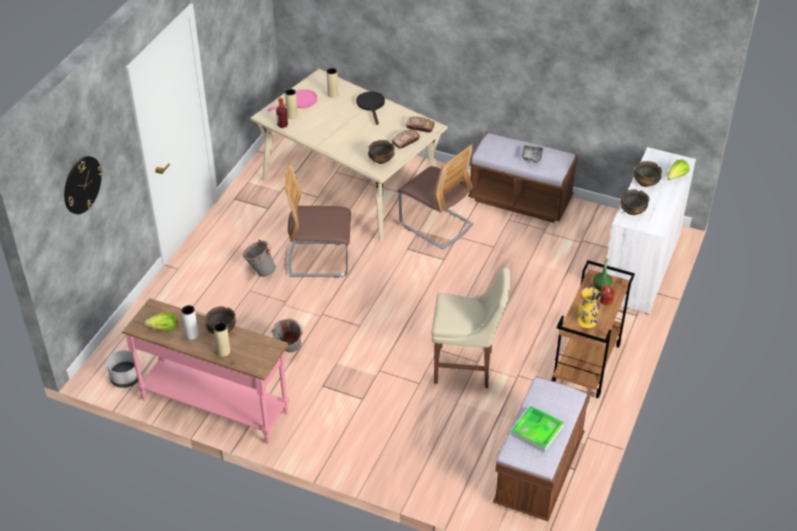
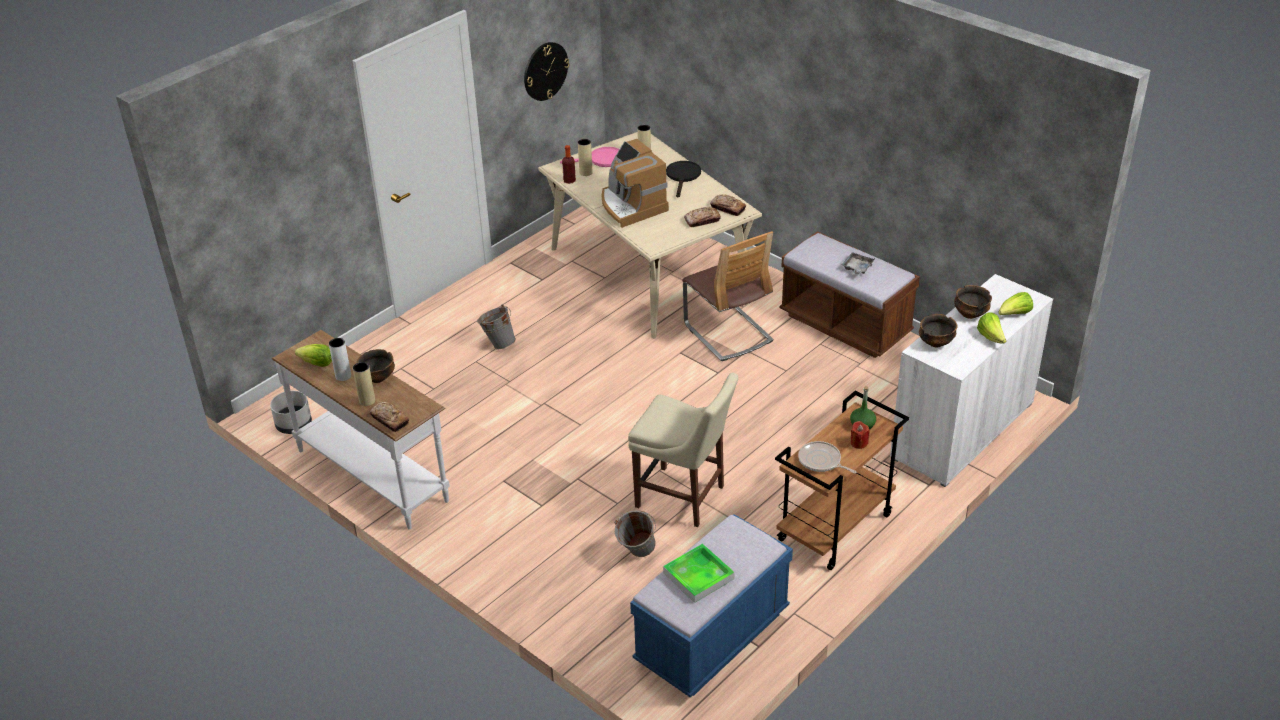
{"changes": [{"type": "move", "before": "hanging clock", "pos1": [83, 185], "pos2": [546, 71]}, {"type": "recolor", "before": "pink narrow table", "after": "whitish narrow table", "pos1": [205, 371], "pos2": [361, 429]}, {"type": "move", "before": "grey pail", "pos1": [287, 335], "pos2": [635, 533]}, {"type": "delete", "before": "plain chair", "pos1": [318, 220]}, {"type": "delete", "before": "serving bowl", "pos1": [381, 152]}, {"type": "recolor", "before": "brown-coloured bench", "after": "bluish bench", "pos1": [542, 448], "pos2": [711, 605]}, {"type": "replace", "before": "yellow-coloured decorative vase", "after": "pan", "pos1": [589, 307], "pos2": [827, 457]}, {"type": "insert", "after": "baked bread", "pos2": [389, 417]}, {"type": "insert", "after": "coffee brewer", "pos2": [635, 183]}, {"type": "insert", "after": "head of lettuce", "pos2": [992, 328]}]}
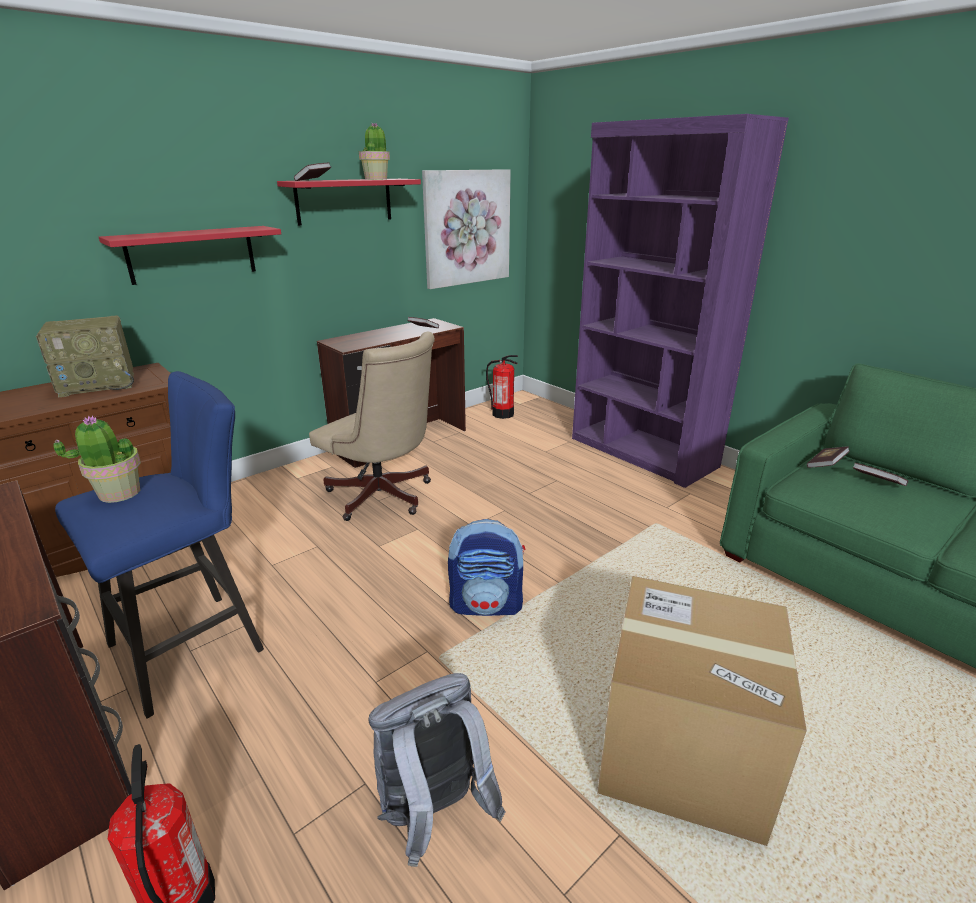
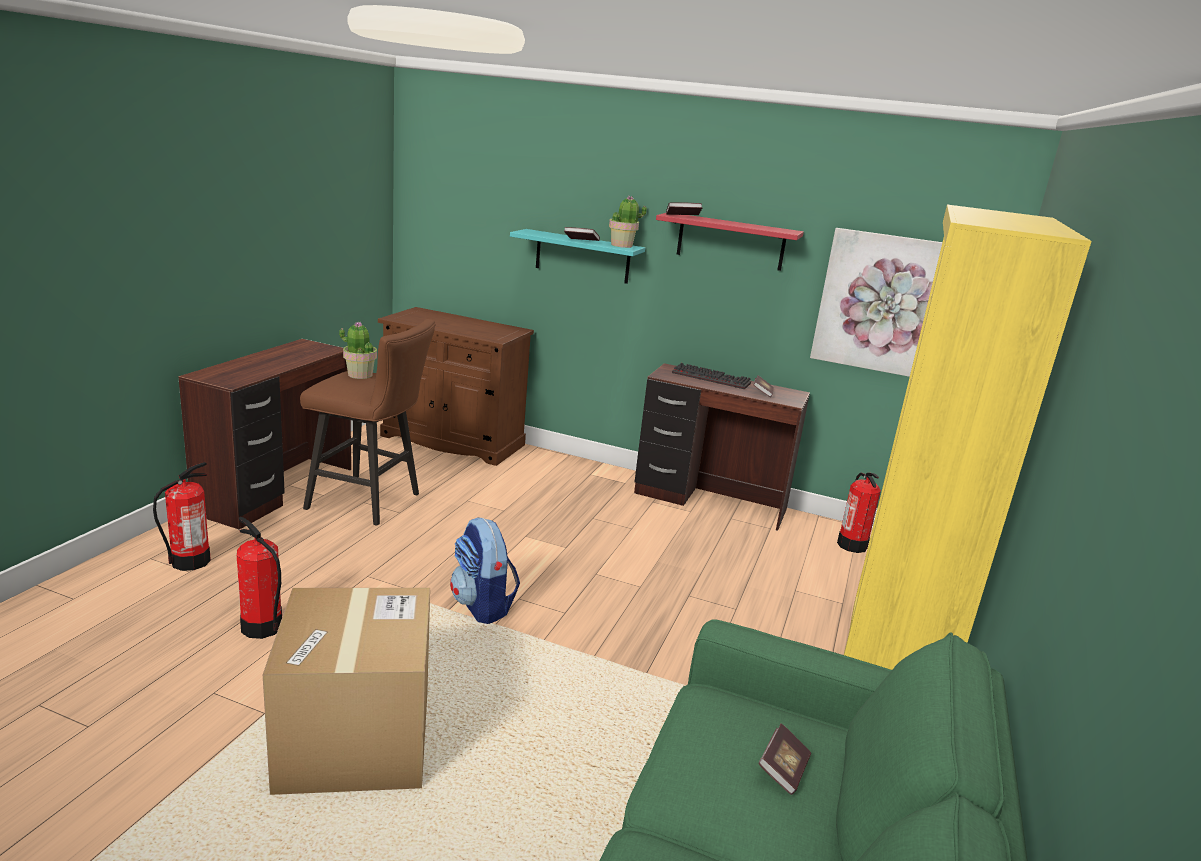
{"changes": [{"type": "delete", "before": "radio receiver", "pos1": [85, 356]}, {"type": "recolor", "before": "bluish sitting stool", "after": "brown-coloured sitting stool", "pos1": [159, 545], "pos2": [368, 422]}, {"type": "recolor", "before": "red bracket shelf", "after": "blue-green bracket shelf", "pos1": [190, 255], "pos2": [577, 256]}, {"type": "delete", "before": "beige office chair", "pos1": [372, 426]}, {"type": "move", "before": "houseplant", "pos1": [374, 151], "pos2": [628, 221]}, {"type": "replace", "before": "grey backpack", "after": "fire extinguisher", "pos1": [437, 770], "pos2": [259, 578]}, {"type": "recolor", "before": "purple-coloured bookshelf", "after": "yellow-coloured bookshelf", "pos1": [680, 301], "pos2": [968, 437]}, {"type": "move", "before": "bound book", "pos1": [828, 457], "pos2": [582, 234]}, {"type": "insert", "after": "computer keyboard", "pos2": [711, 376]}]}
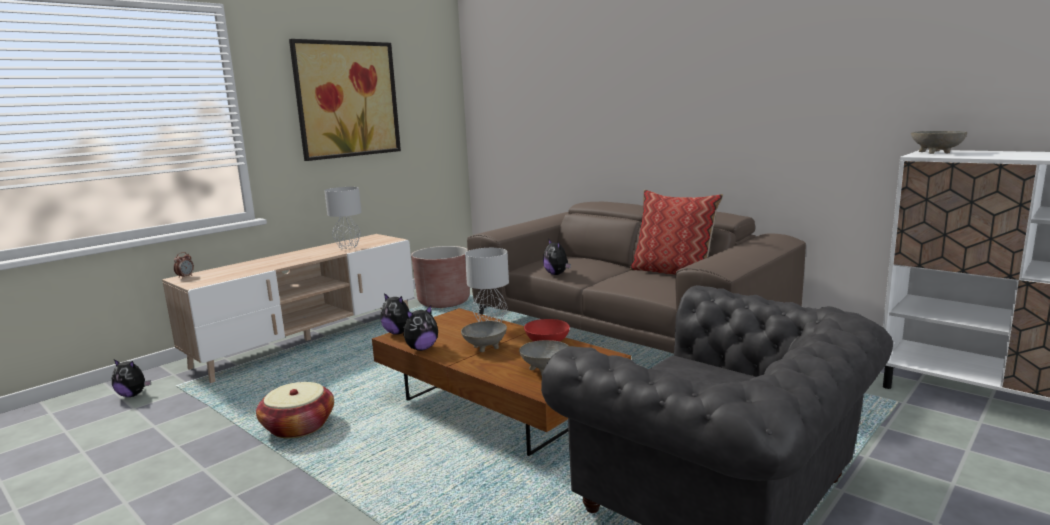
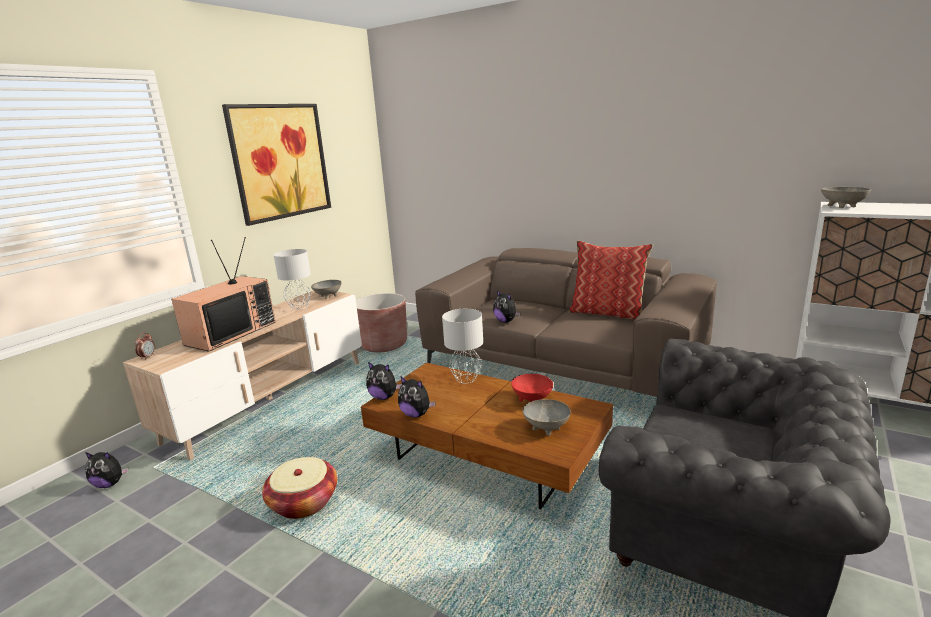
{"changes": [{"type": "rotate", "before": "plush toy", "pos1": [420, 328], "pos2": [417, 397], "turn": 75}, {"type": "move", "before": "grey serving bowl", "pos1": [484, 336], "pos2": [326, 289]}, {"type": "insert", "after": "TV", "pos2": [223, 294]}]}
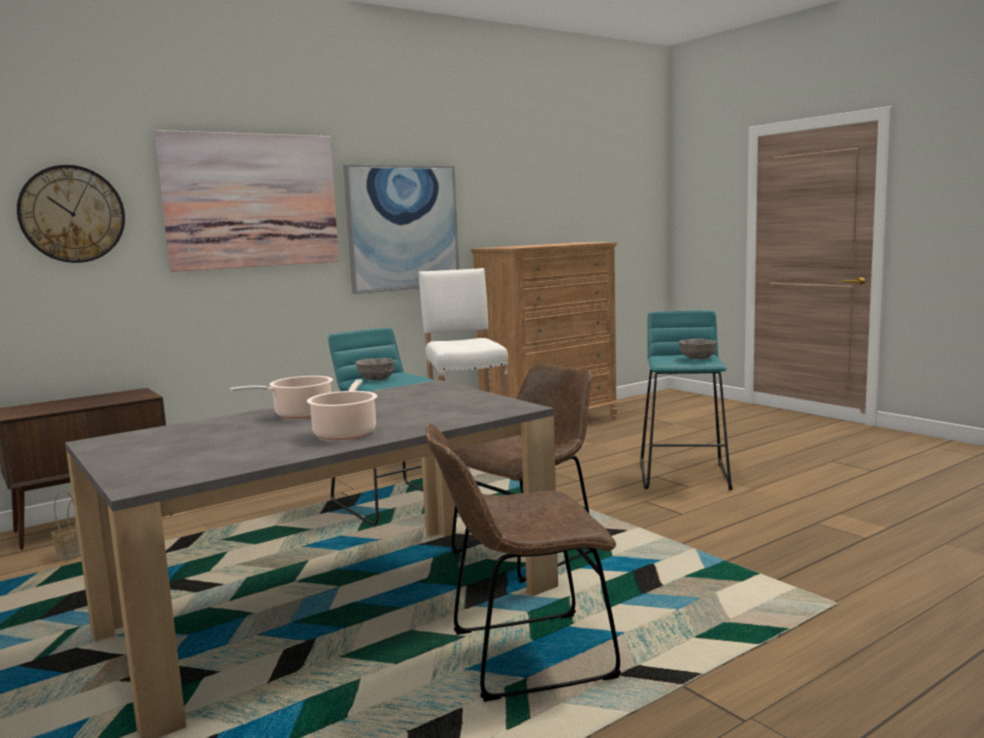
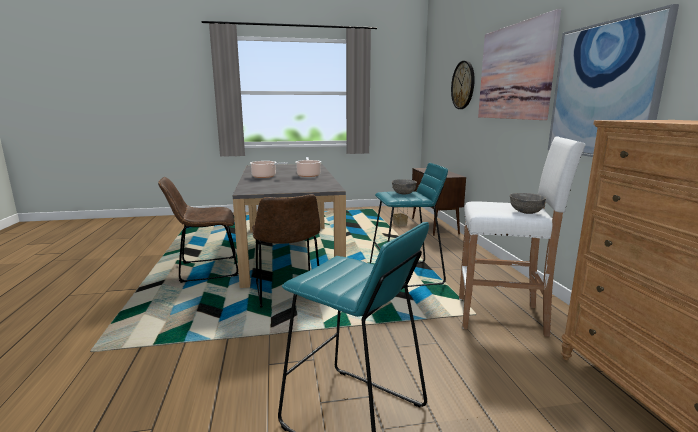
{"changes": [{"type": "rotate", "before": "brown-coloured plain chair", "pos1": [523, 563], "pos2": [198, 230], "turn": -120}, {"type": "move", "before": "grey serving bowl", "pos1": [698, 349], "pos2": [528, 203]}]}
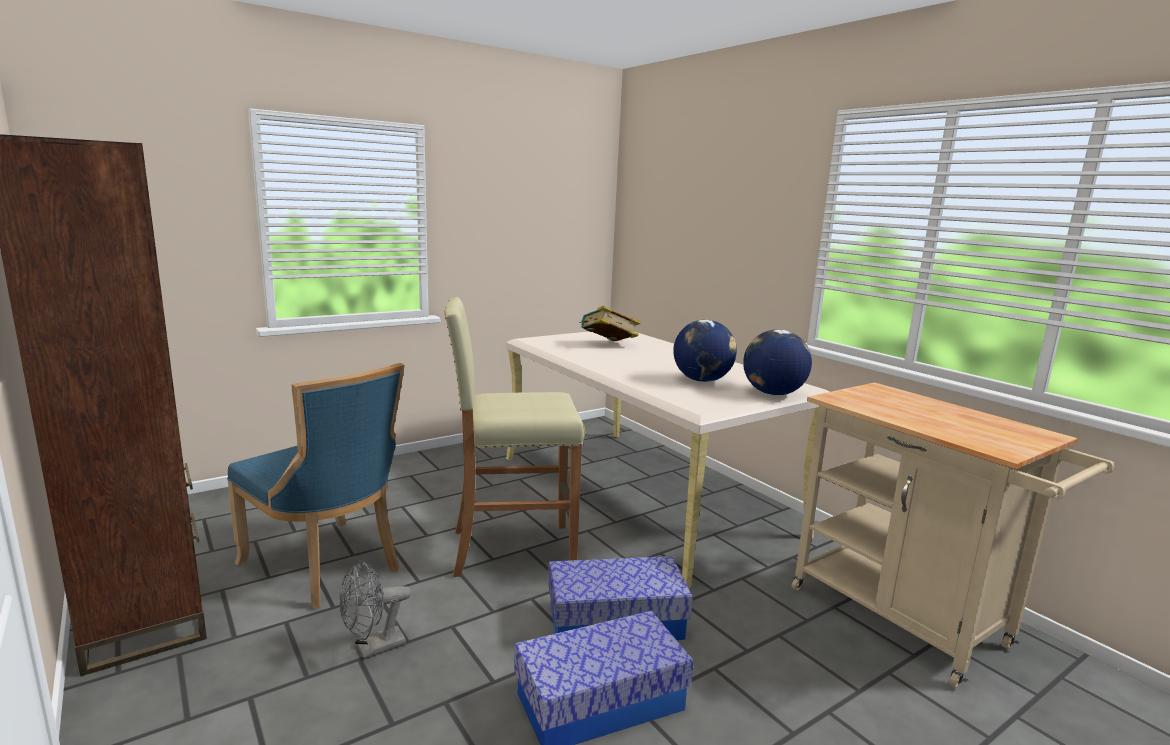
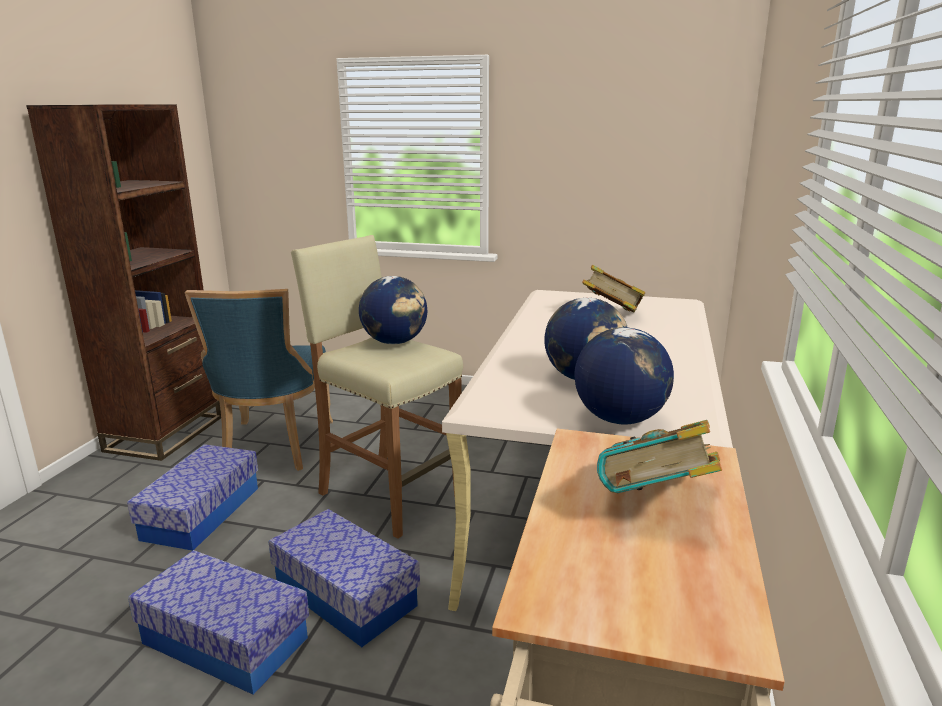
{"changes": [{"type": "replace", "before": "grey electric fan", "after": "storage box", "pos1": [375, 609], "pos2": [192, 497]}, {"type": "insert", "after": "world globe", "pos2": [393, 310]}, {"type": "insert", "after": "bound book", "pos2": [659, 456]}]}
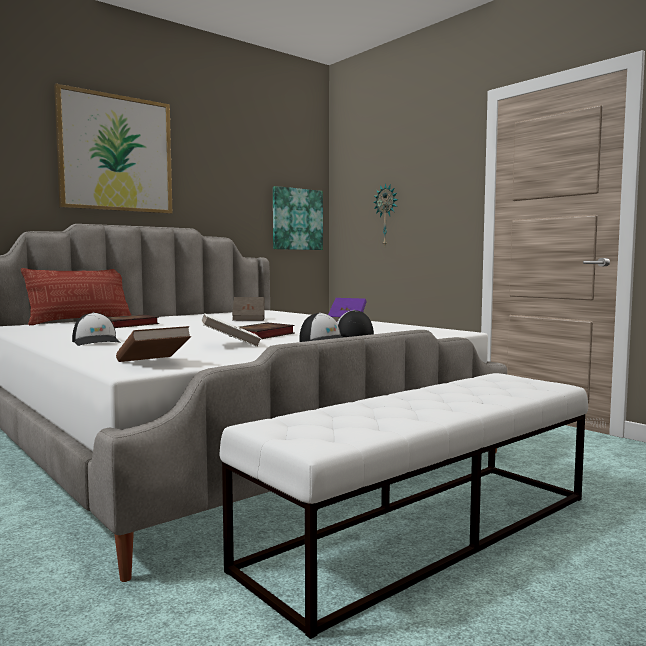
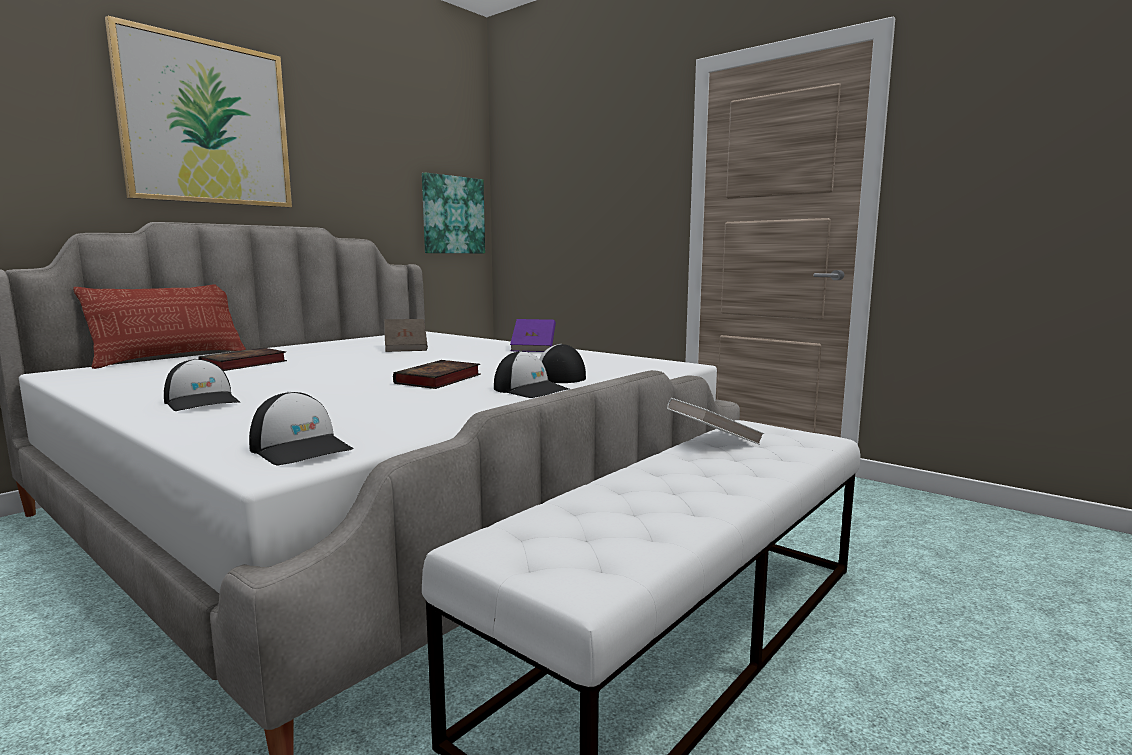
{"changes": [{"type": "replace", "before": "brown-coloured bound book", "after": "cap", "pos1": [153, 344], "pos2": [301, 429]}, {"type": "move", "before": "whitish bound book", "pos1": [231, 330], "pos2": [715, 421]}, {"type": "delete", "before": "hanging clock", "pos1": [385, 214]}]}
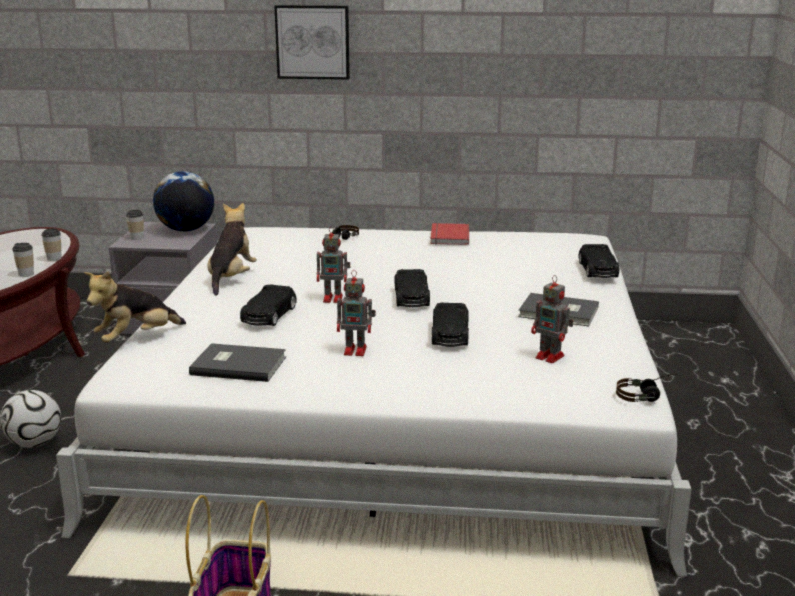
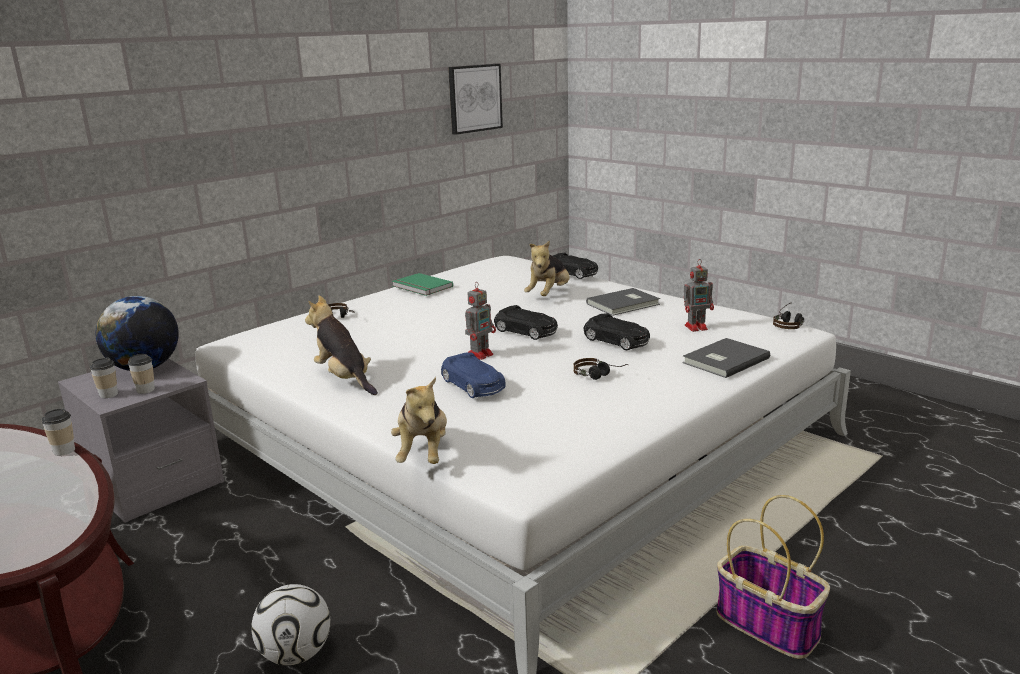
{"changes": [{"type": "move", "before": "drinking cup", "pos1": [23, 260], "pos2": [141, 374]}, {"type": "move", "before": "grey bound book", "pos1": [237, 362], "pos2": [726, 358]}, {"type": "recolor", "before": "black-coloured toy car", "after": "bluish toy car", "pos1": [268, 305], "pos2": [473, 375]}, {"type": "move", "before": "picture", "pos1": [312, 42], "pos2": [475, 99]}, {"type": "replace", "before": "model robot", "after": "headphones", "pos1": [356, 313], "pos2": [601, 369]}, {"type": "recolor", "before": "red bound book", "after": "green bound book", "pos1": [449, 234], "pos2": [422, 284]}, {"type": "insert", "after": "plush toy", "pos2": [547, 268]}]}
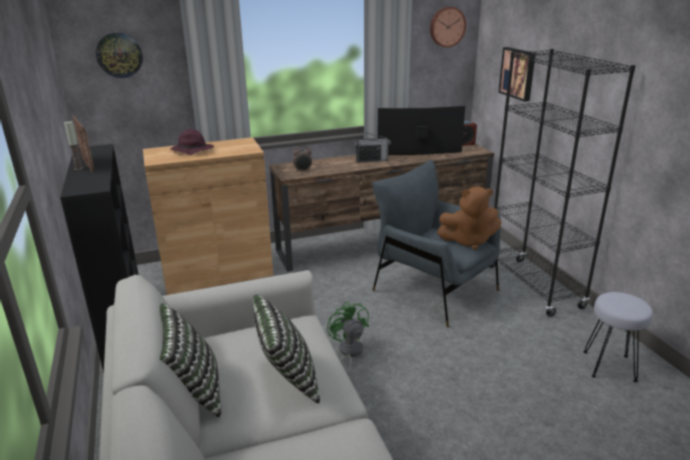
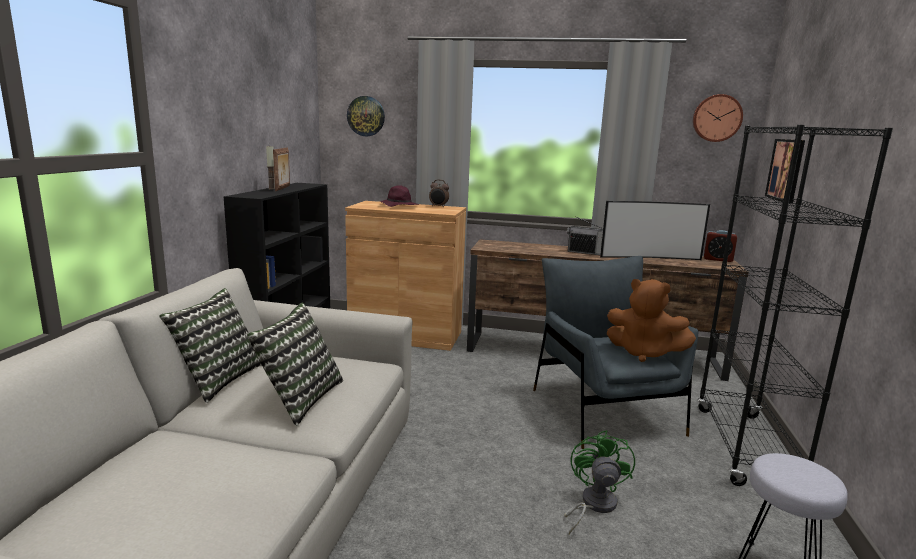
{"changes": [{"type": "move", "before": "bedside clock", "pos1": [302, 158], "pos2": [439, 194]}, {"type": "move", "before": "green electric fan", "pos1": [348, 337], "pos2": [599, 482]}, {"type": "rotate", "before": "TV", "pos1": [421, 130], "pos2": [655, 230], "turn": 150}]}
